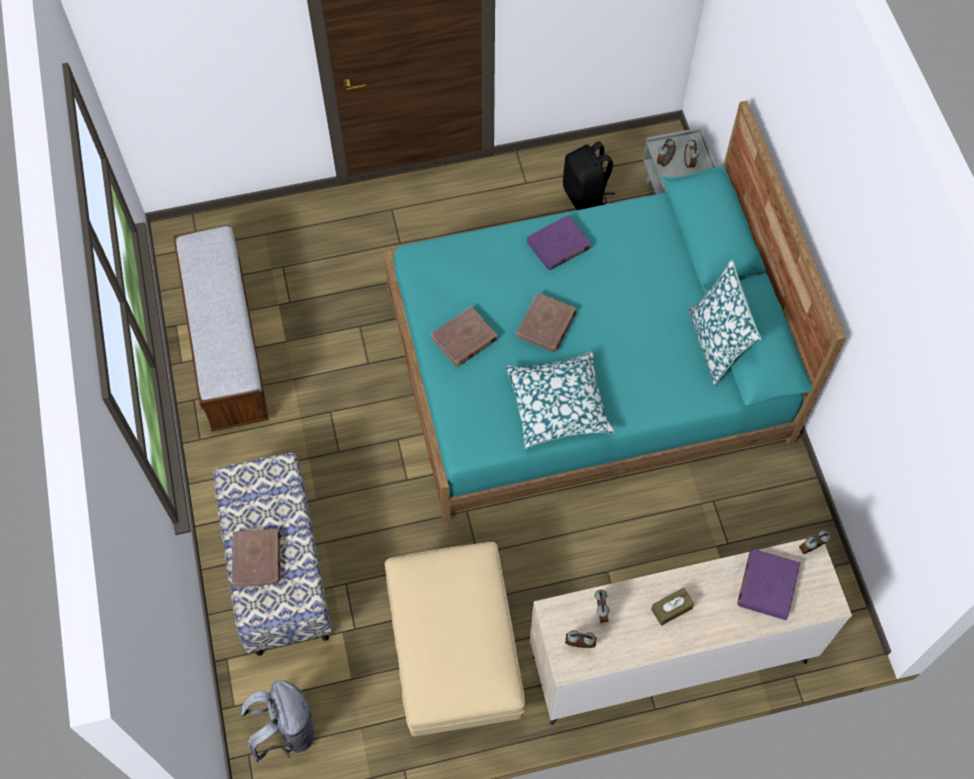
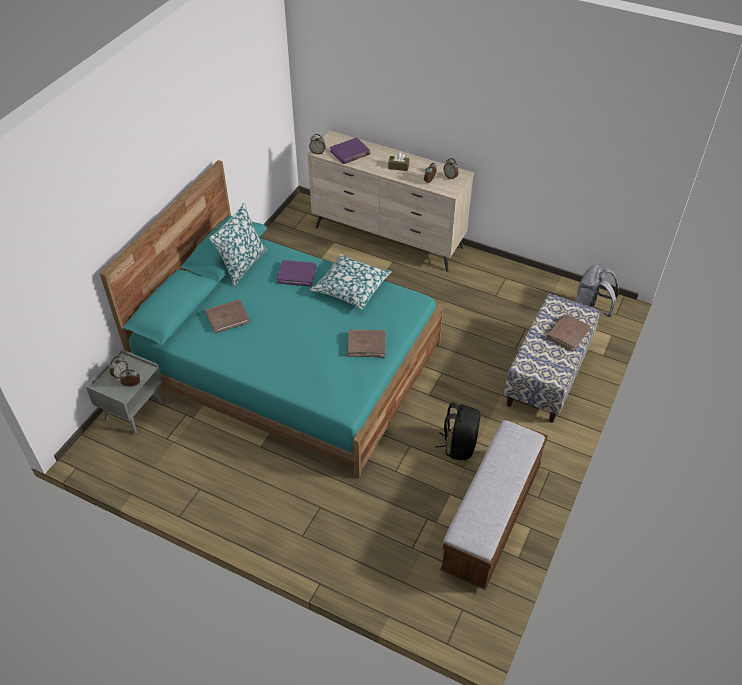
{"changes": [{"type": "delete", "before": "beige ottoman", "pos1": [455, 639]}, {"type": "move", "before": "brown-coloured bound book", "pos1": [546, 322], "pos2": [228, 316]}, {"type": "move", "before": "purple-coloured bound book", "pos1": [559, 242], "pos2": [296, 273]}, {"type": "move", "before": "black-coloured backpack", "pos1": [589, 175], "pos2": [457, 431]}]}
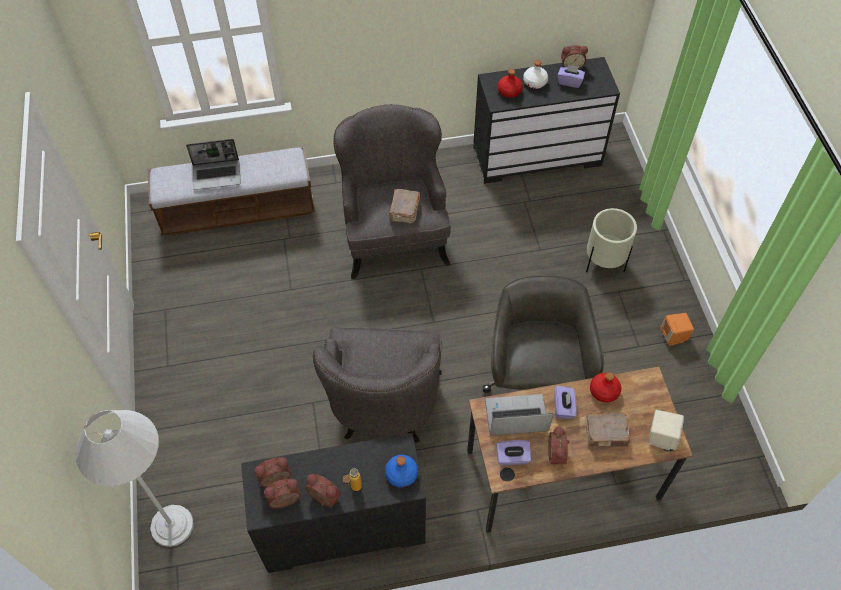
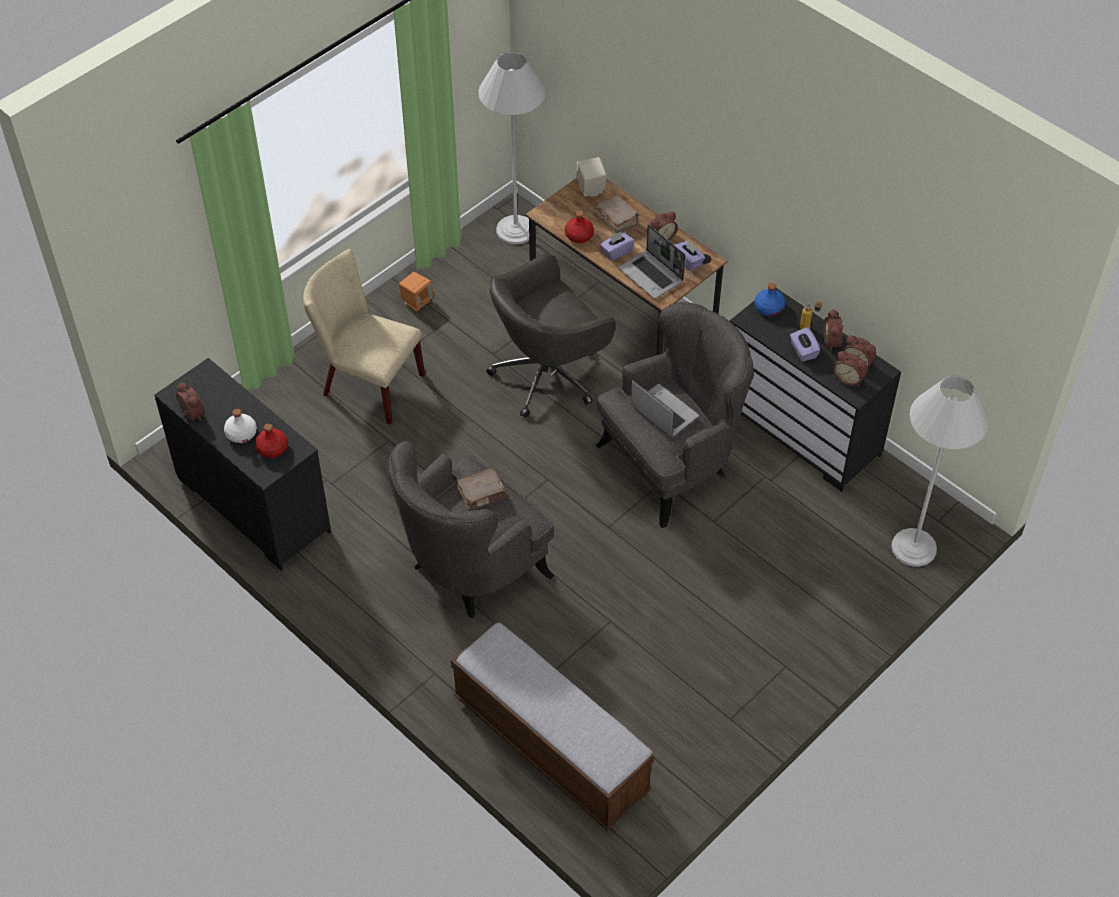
{"changes": [{"type": "move", "before": "notebook computer", "pos1": [213, 164], "pos2": [664, 408]}, {"type": "move", "before": "purple-coloured box of tissues", "pos1": [571, 76], "pos2": [805, 344]}, {"type": "replace", "before": "beige plant pot", "after": "beige plain chair", "pos1": [611, 240], "pos2": [364, 337]}, {"type": "insert", "after": "whitish standard lamp", "pos2": [512, 148]}]}
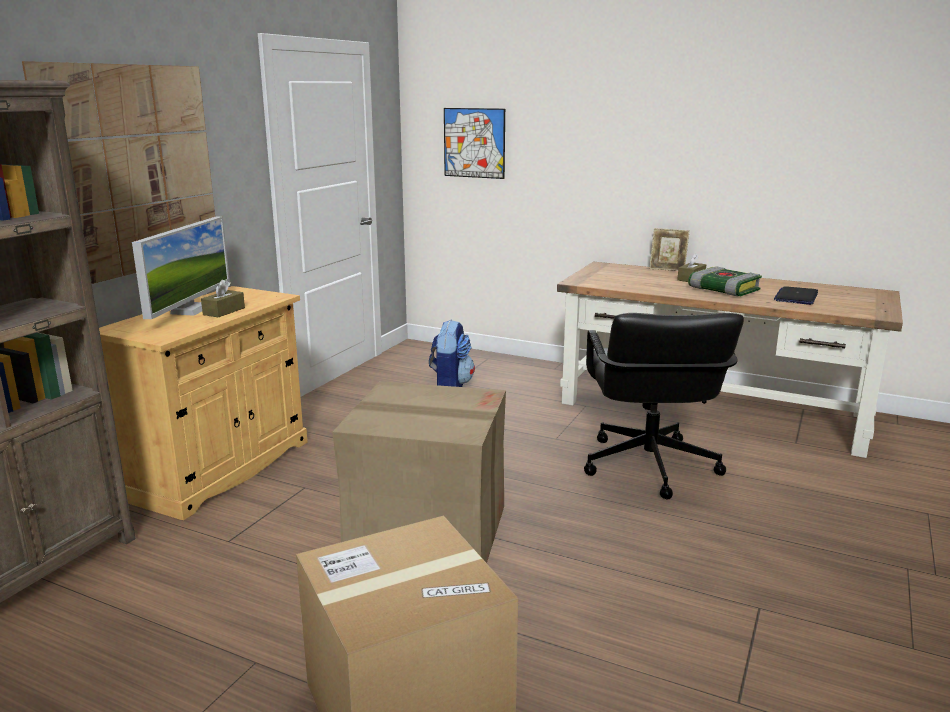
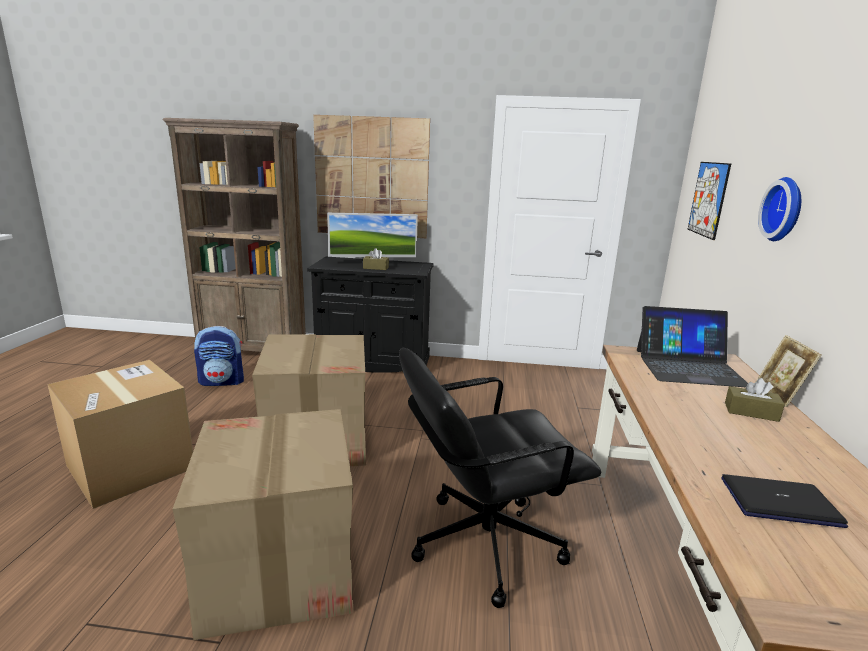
{"changes": [{"type": "recolor", "before": "beige storage cabinet", "after": "black-coloured storage cabinet", "pos1": [203, 403], "pos2": [370, 315]}, {"type": "move", "before": "backpack", "pos1": [452, 353], "pos2": [219, 356]}, {"type": "delete", "before": "bound book", "pos1": [725, 281]}, {"type": "insert", "after": "packing box", "pos2": [263, 524]}, {"type": "insert", "after": "notebook computer", "pos2": [692, 346]}, {"type": "insert", "after": "hanging clock", "pos2": [779, 209]}]}
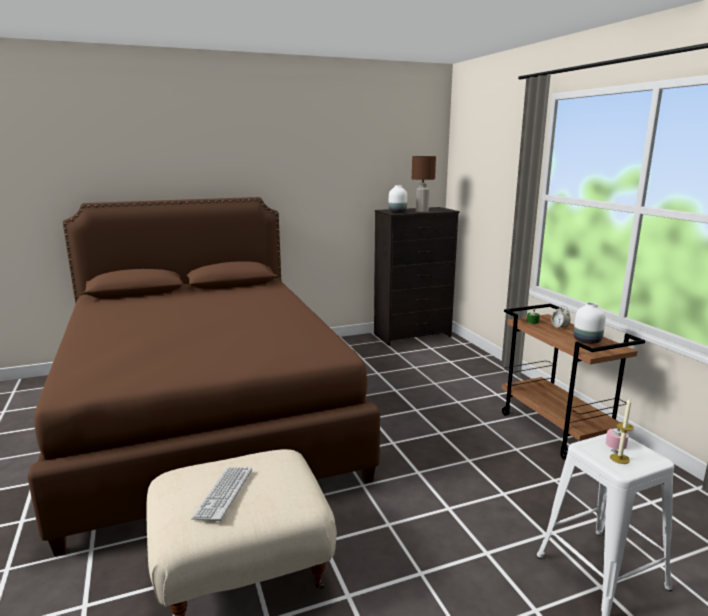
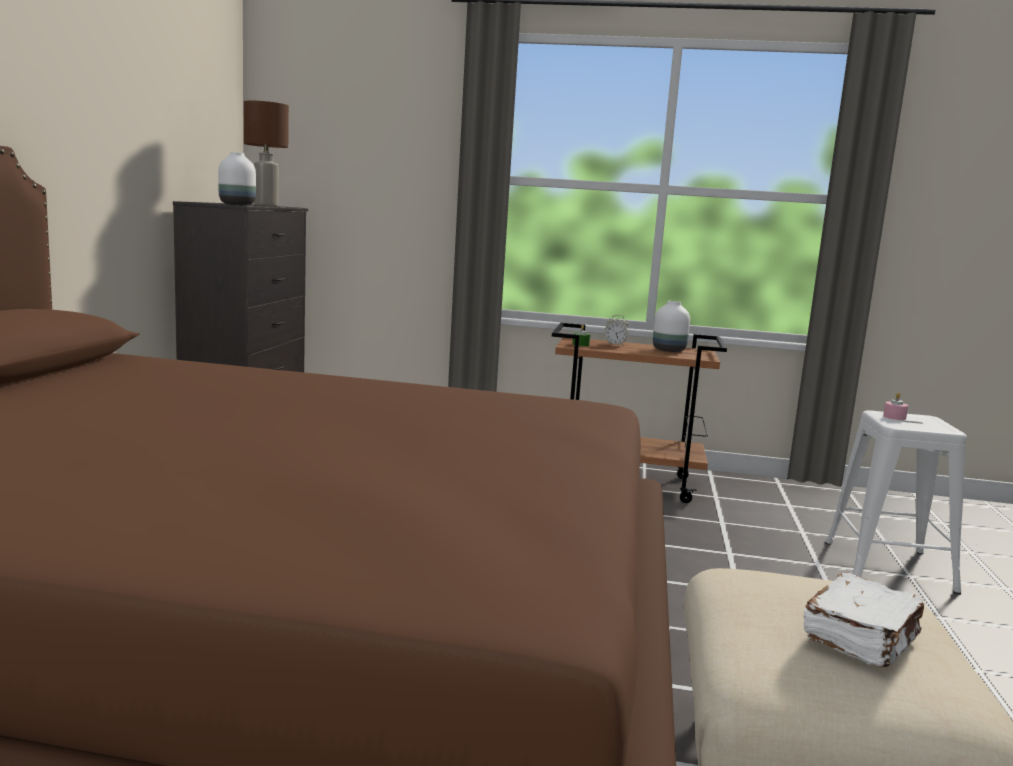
{"changes": [{"type": "replace", "before": "computer keyboard", "after": "whitish bound book", "pos1": [221, 494], "pos2": [863, 620]}, {"type": "delete", "before": "wax candle", "pos1": [622, 431]}]}
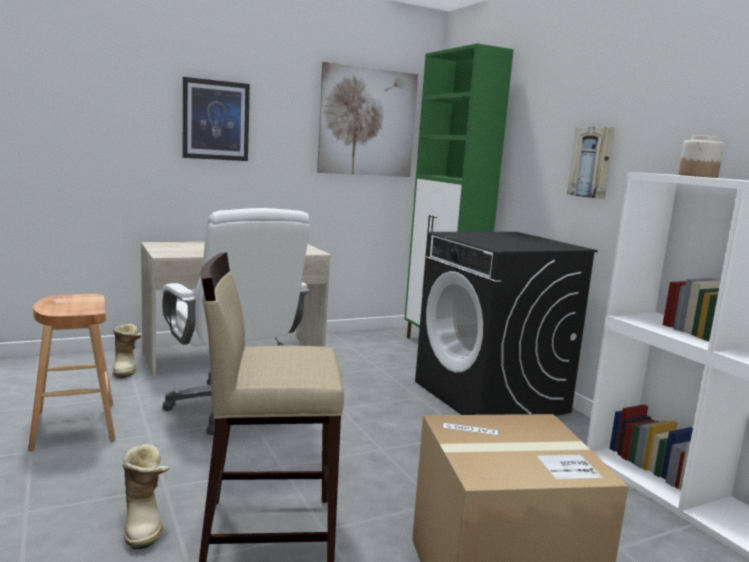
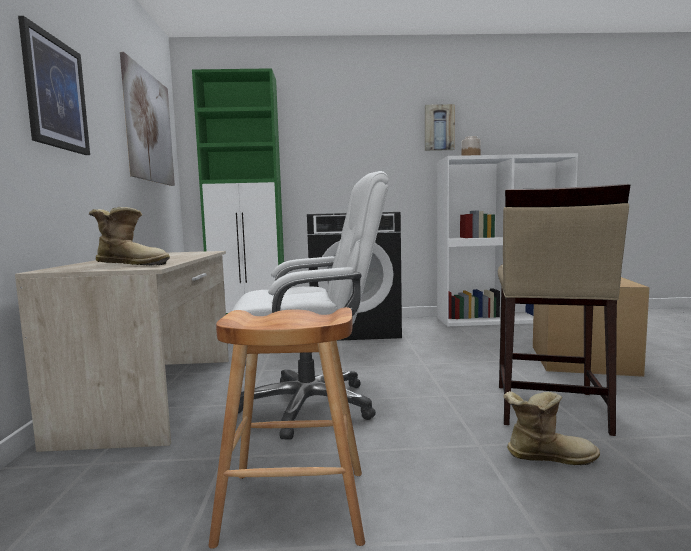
{"changes": [{"type": "move", "before": "boot", "pos1": [127, 351], "pos2": [129, 236]}, {"type": "move", "before": "picture", "pos1": [591, 163], "pos2": [440, 127]}]}
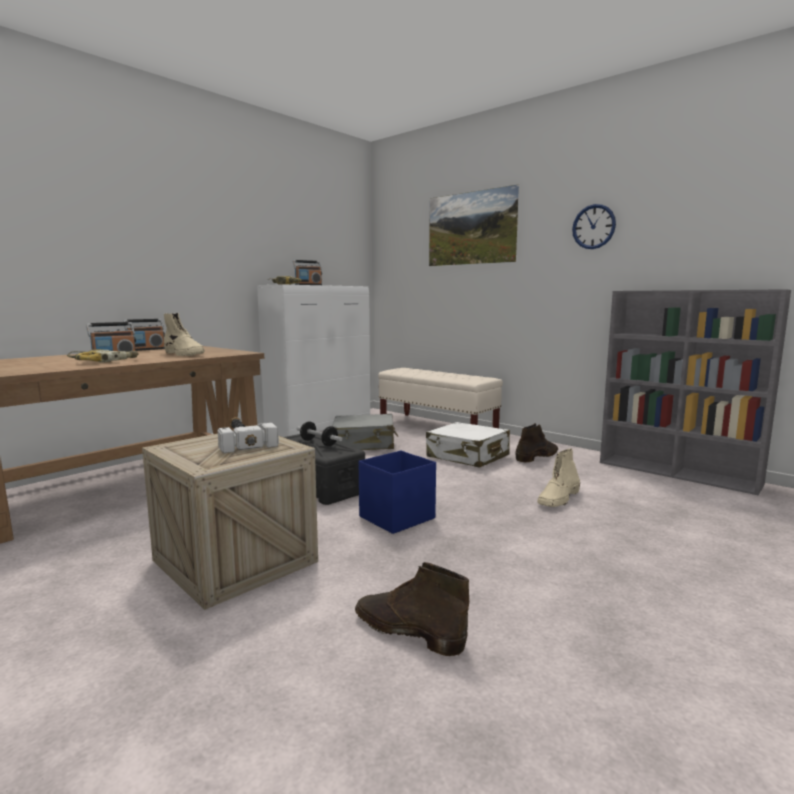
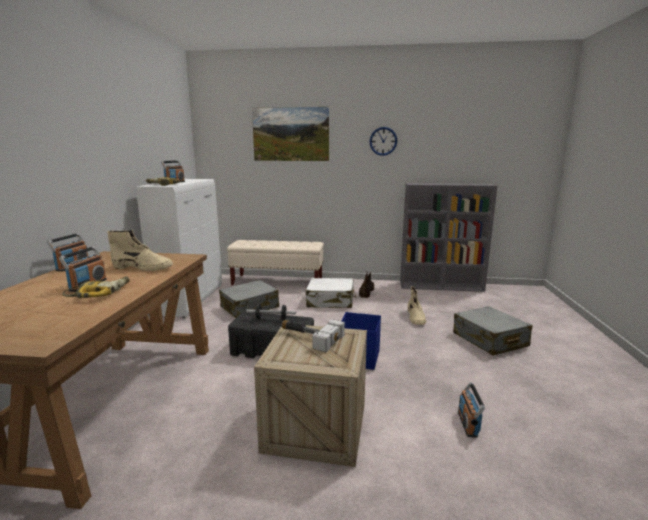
{"changes": [{"type": "replace", "before": "brown-coloured boot", "after": "radio receiver", "pos1": [412, 609], "pos2": [471, 409]}, {"type": "insert", "after": "grey suitcase", "pos2": [492, 330]}]}
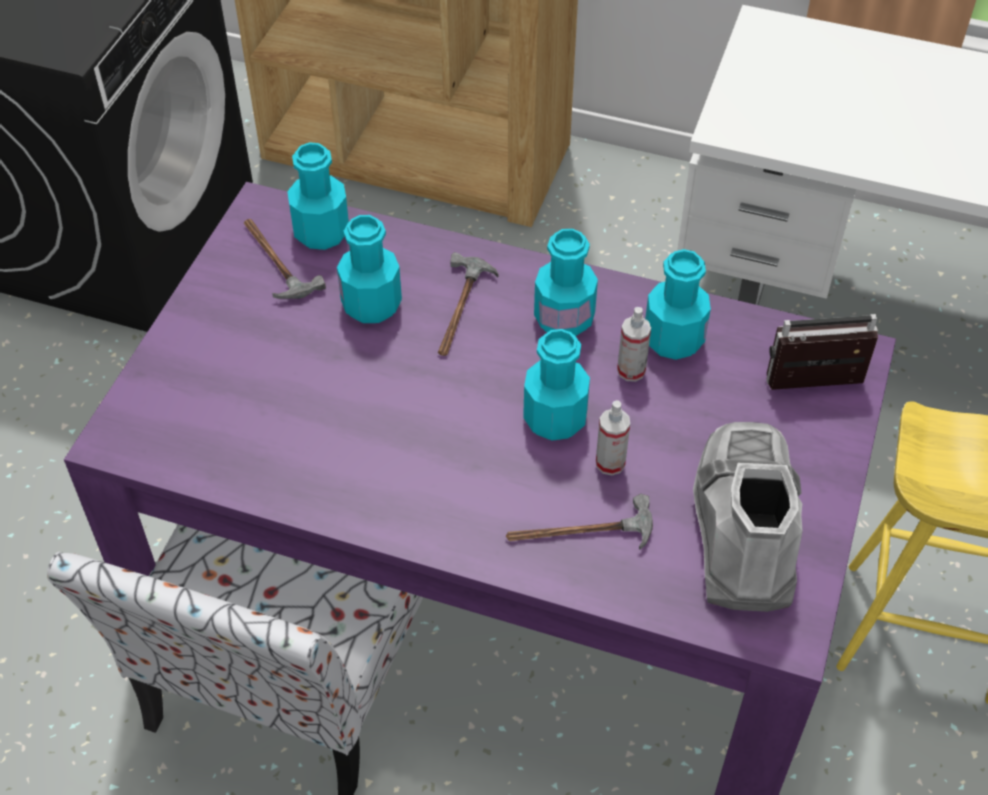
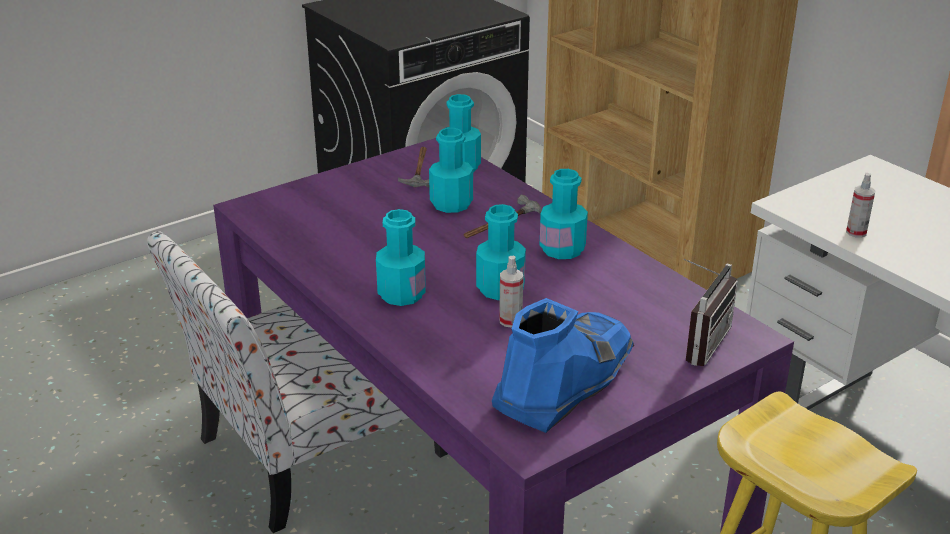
{"changes": [{"type": "delete", "before": "hammer", "pos1": [579, 522]}, {"type": "move", "before": "spray bottle", "pos1": [634, 344], "pos2": [861, 205]}, {"type": "move", "before": "blue-green beverage bottle", "pos1": [678, 304], "pos2": [401, 257]}, {"type": "recolor", "before": "grey boot", "after": "bluish boot", "pos1": [748, 517], "pos2": [563, 365]}, {"type": "rotate", "before": "radio receiver", "pos1": [822, 352], "pos2": [711, 312], "turn": 90}]}
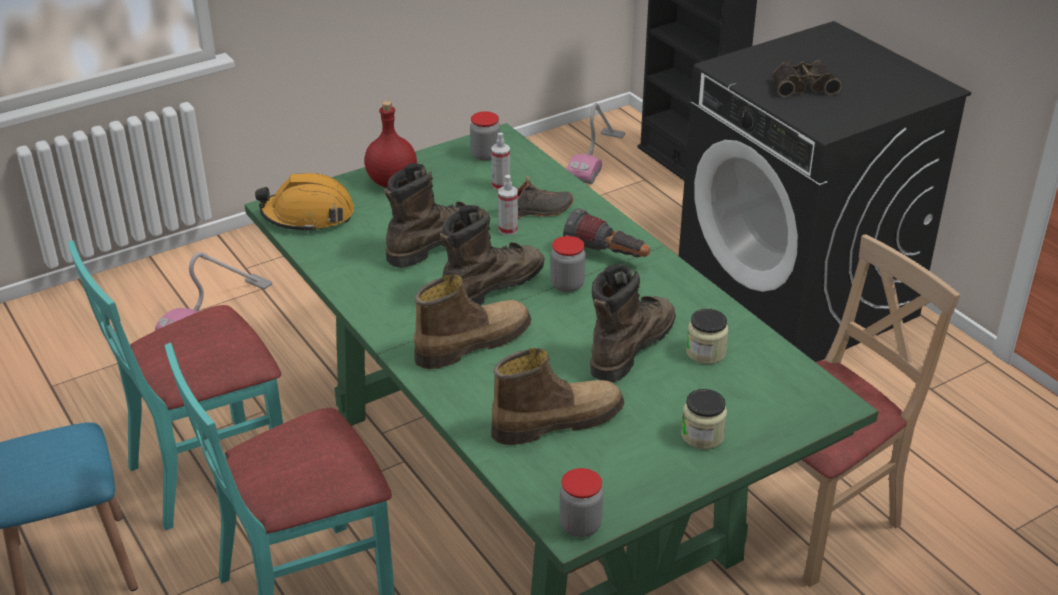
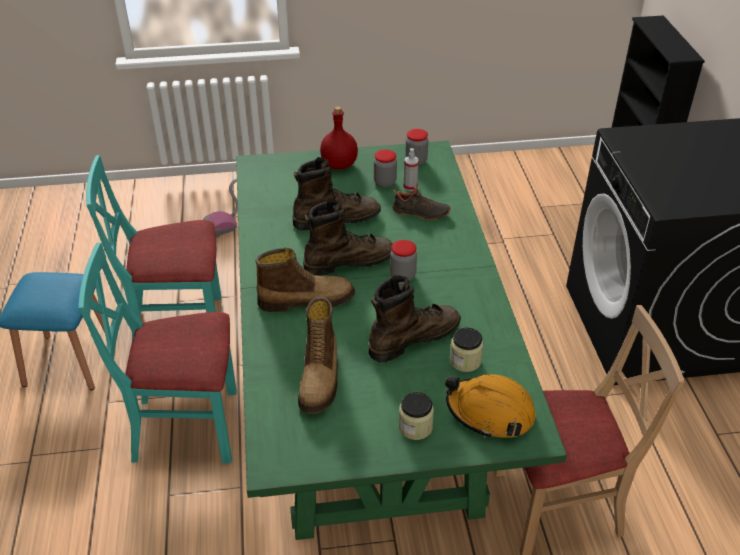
{"changes": [{"type": "move", "before": "orangey hard hat", "pos1": [304, 203], "pos2": [490, 406]}, {"type": "rotate", "before": "boot", "pos1": [557, 396], "pos2": [318, 355], "turn": 90}, {"type": "delete", "before": "spray bottle", "pos1": [508, 205]}, {"type": "move", "before": "preserve jar", "pos1": [581, 502], "pos2": [385, 168]}, {"type": "delete", "before": "flashlight", "pos1": [606, 232]}, {"type": "delete", "before": "hoover", "pos1": [596, 143]}, {"type": "delete", "before": "field glasses", "pos1": [807, 78]}]}
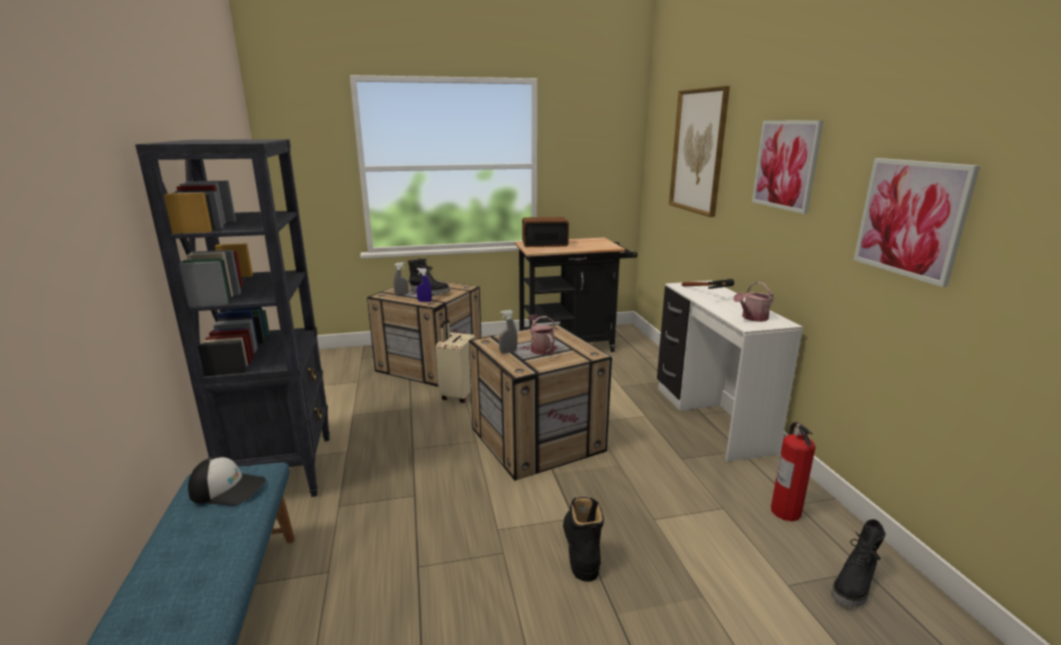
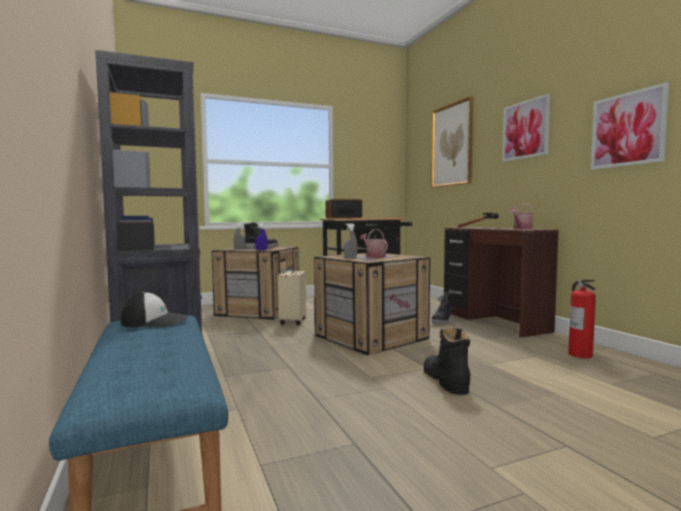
{"changes": [{"type": "recolor", "before": "whitish desk", "after": "brown-coloured desk", "pos1": [730, 371], "pos2": [501, 282]}, {"type": "move", "before": "black-coloured boot", "pos1": [858, 563], "pos2": [442, 308]}]}
